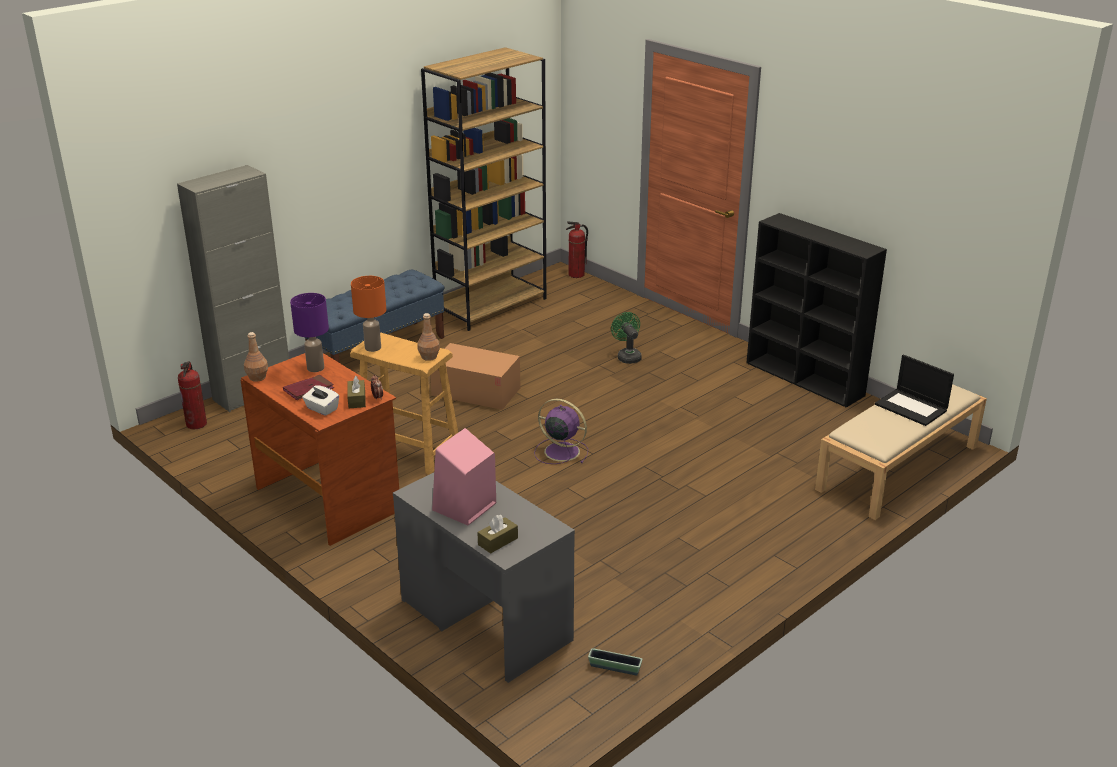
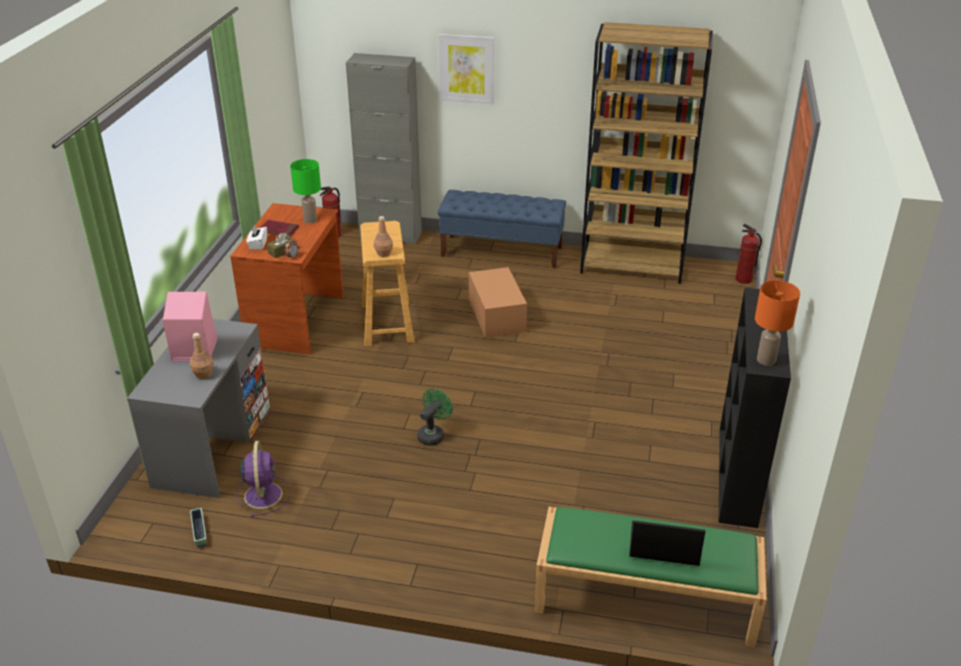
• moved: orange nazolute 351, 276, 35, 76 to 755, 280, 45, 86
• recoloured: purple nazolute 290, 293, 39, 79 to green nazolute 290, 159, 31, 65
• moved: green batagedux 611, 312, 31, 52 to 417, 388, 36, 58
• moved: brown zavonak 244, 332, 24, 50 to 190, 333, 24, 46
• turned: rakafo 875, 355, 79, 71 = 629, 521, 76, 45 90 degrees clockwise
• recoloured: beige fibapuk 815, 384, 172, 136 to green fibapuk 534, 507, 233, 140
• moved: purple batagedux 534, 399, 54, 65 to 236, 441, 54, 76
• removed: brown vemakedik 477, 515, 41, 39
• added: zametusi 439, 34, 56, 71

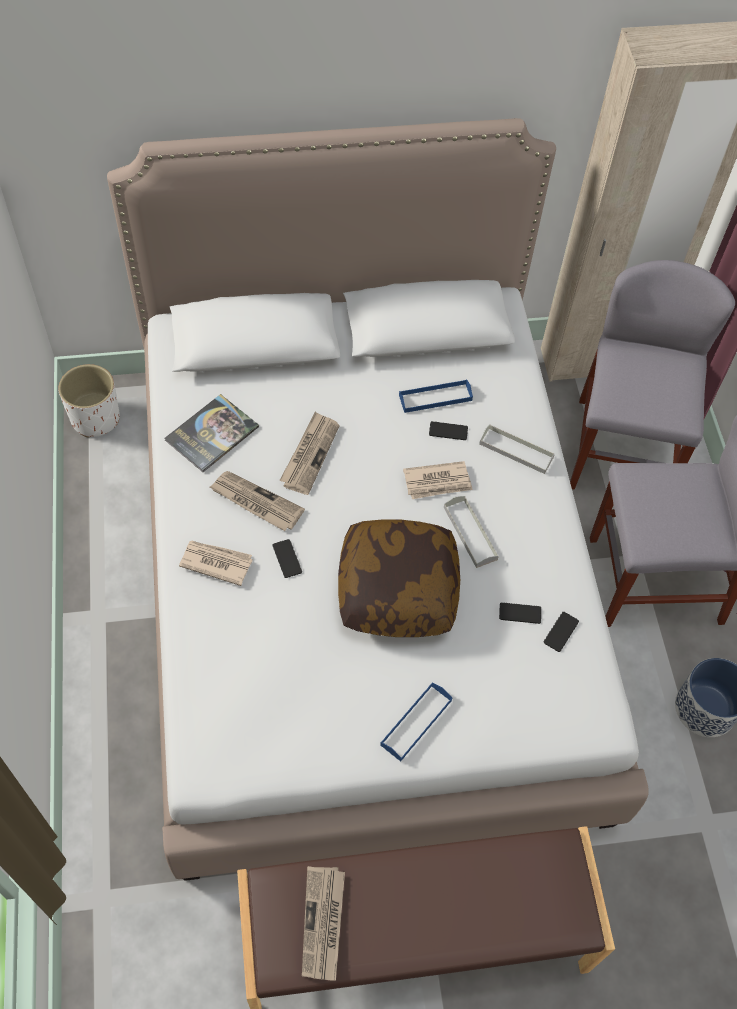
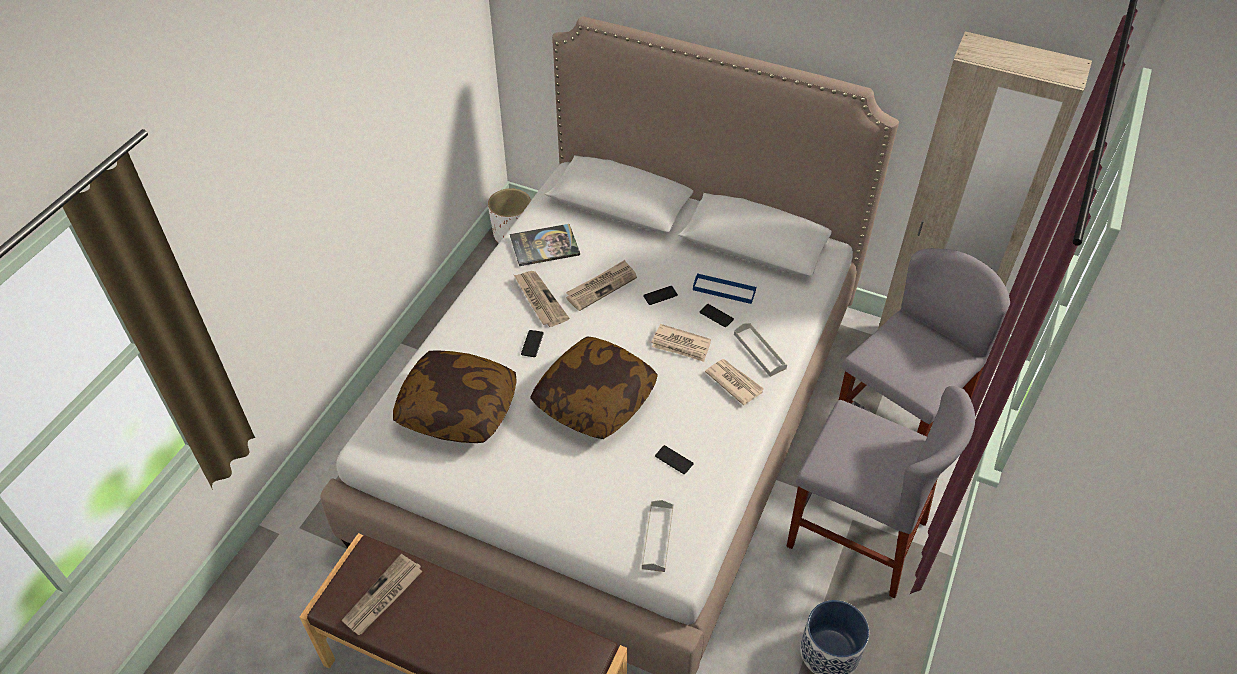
• moved: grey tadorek 444, 496, 55, 72 to 642, 500, 32, 72
• moved: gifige 179, 540, 74, 46 to 705, 359, 59, 46
• moved: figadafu 543, 612, 36, 40 to 643, 286, 35, 19
• removed: blue tadorek 380, 682, 72, 79
• added: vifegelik 393, 350, 124, 93

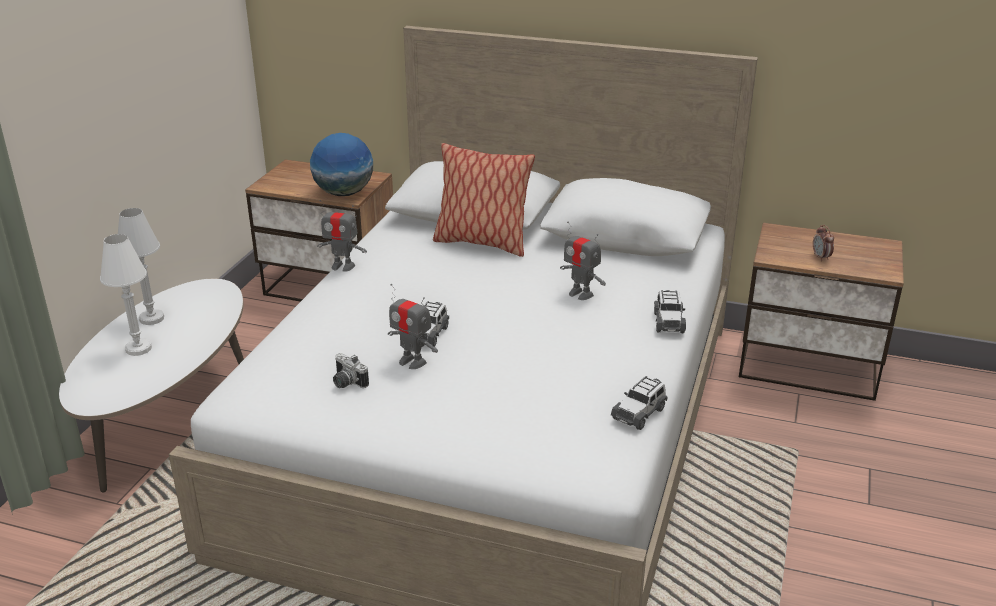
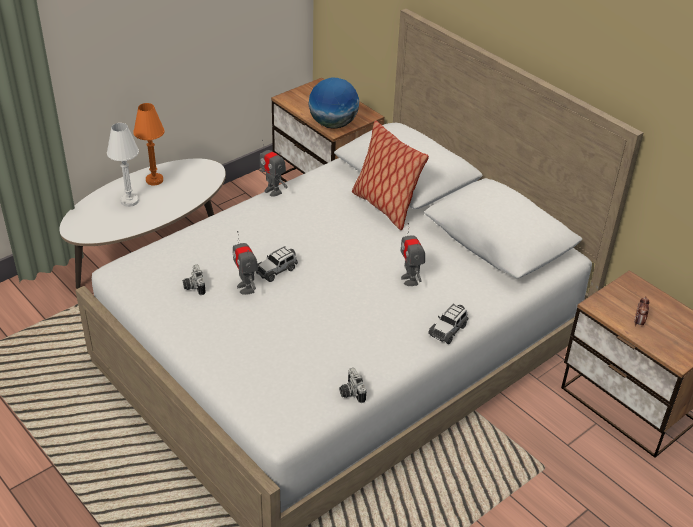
• recoloured: white nazolute 118, 208, 46, 117 to orange nazolute 133, 103, 32, 83
• replaced: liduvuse 611, 376, 57, 54 to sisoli 339, 368, 27, 35

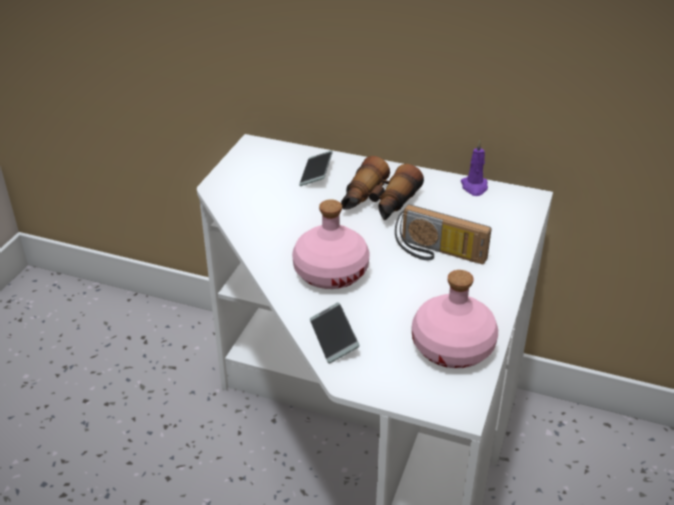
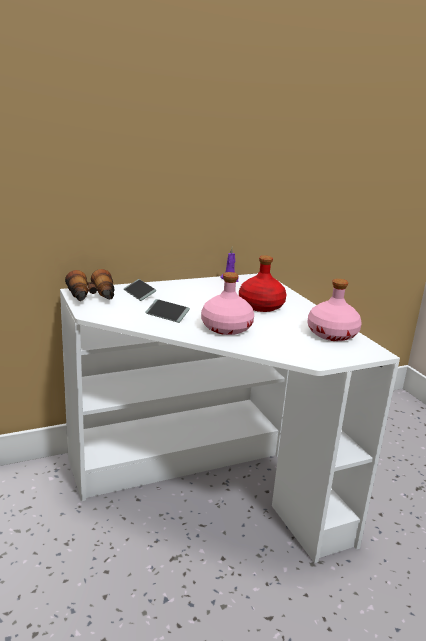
• moved: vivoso 341, 156, 83, 64 to 65, 269, 49, 32
• replaced: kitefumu 395, 204, 96, 60 to red zavonak 239, 255, 48, 57
• moved: figadafu 310, 302, 49, 62 to 145, 299, 45, 24

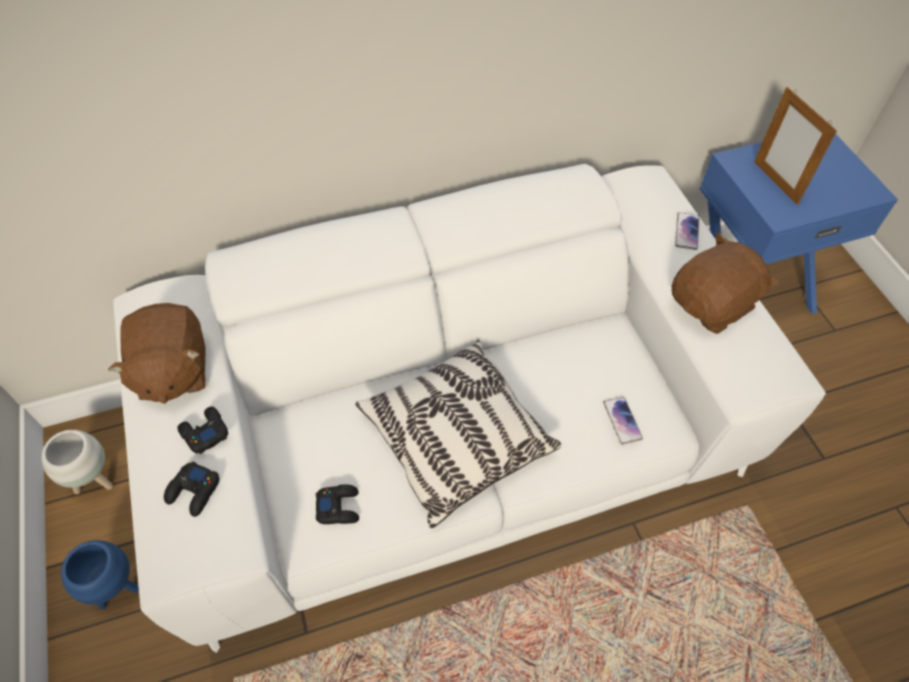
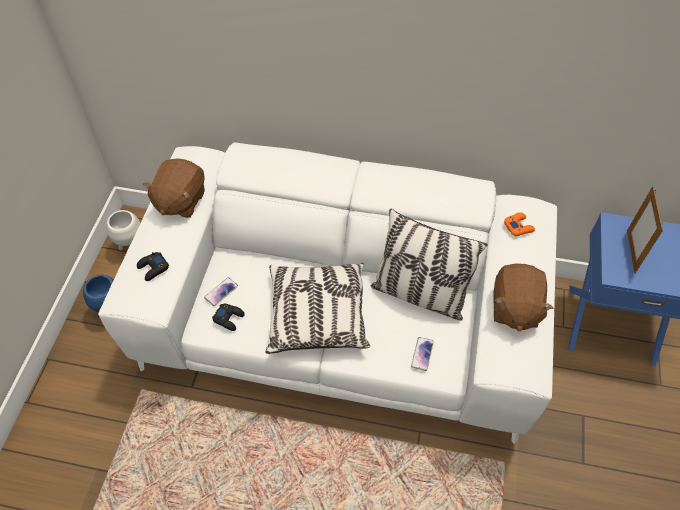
• moved: figadafu 675, 212, 25, 38 to 204, 277, 34, 29
• turned: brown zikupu 672, 232, 106, 102 = 493, 263, 61, 68 105 degrees clockwise
• removed: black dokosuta 177, 407, 51, 47
• added: vifegelik 370, 208, 118, 113
• added: orange dokosuta 504, 212, 31, 24

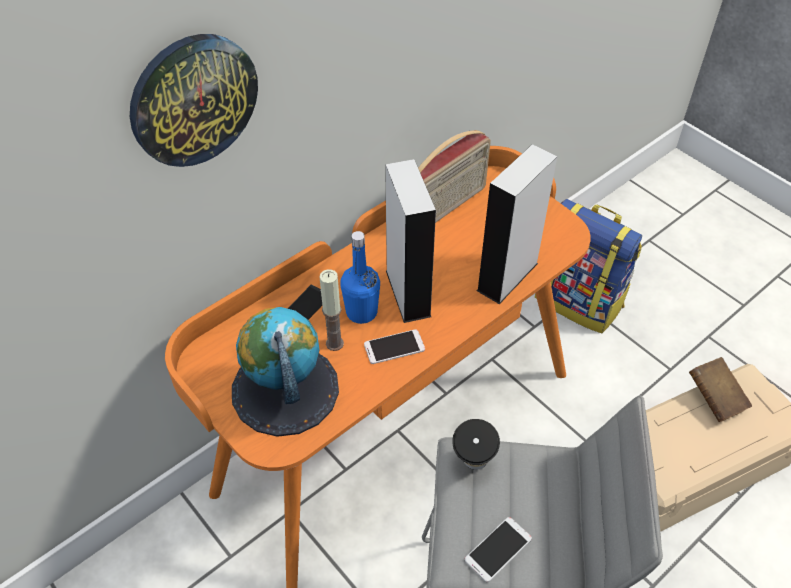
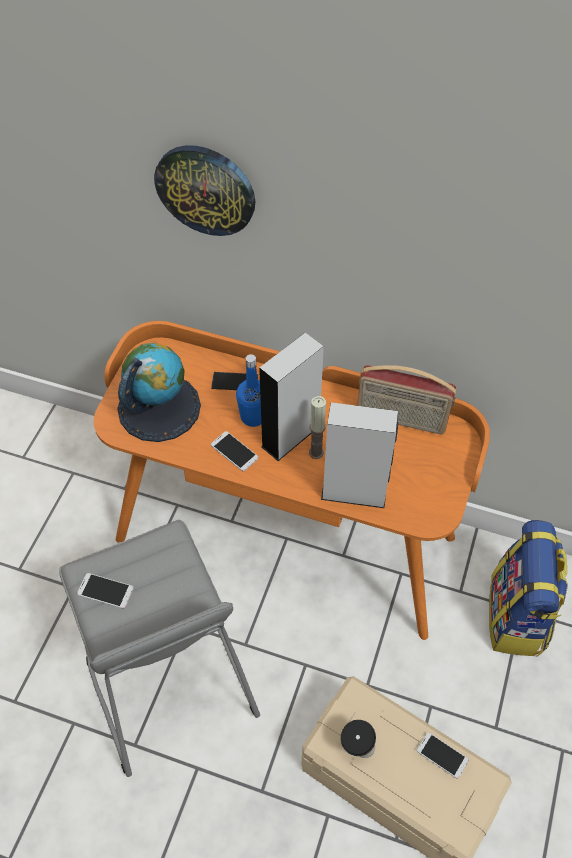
• moved: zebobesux 319, 269, 25, 82 to 309, 396, 17, 63
• replaced: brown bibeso 689, 357, 63, 65 to figadafu 417, 732, 52, 47
• moved: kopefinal 452, 419, 48, 51 to 341, 720, 35, 38

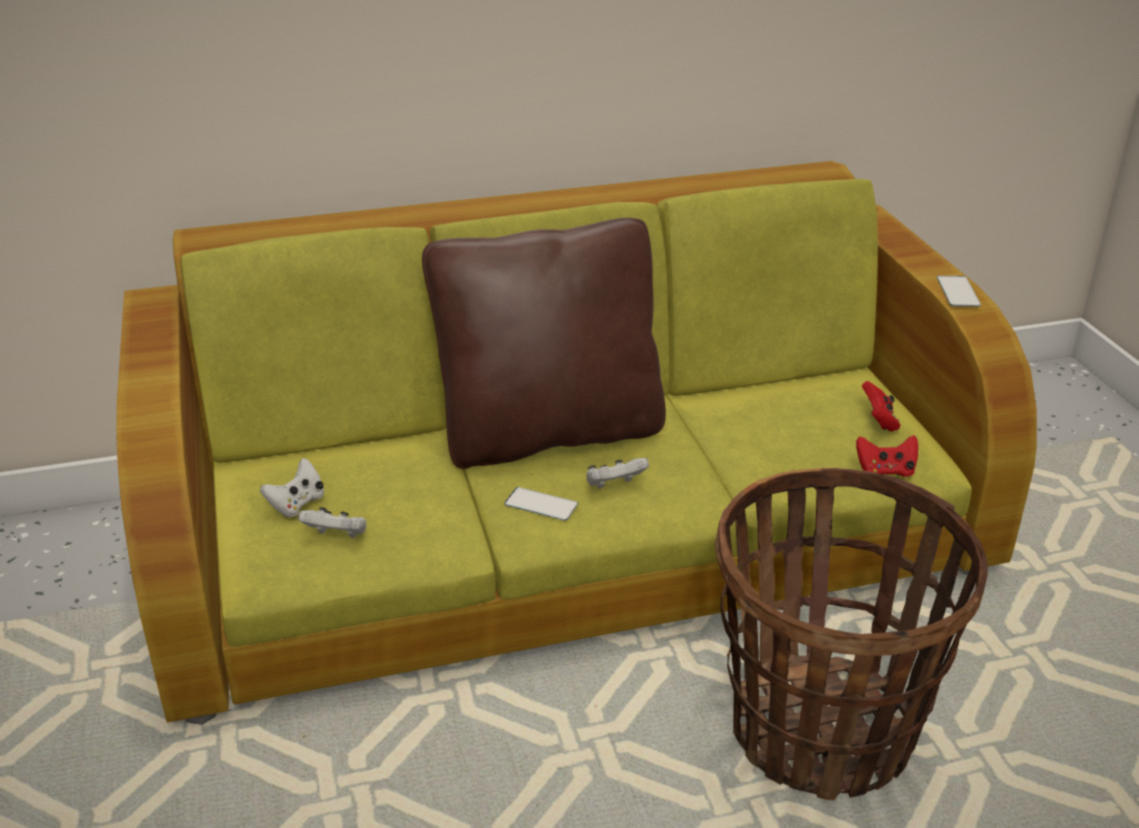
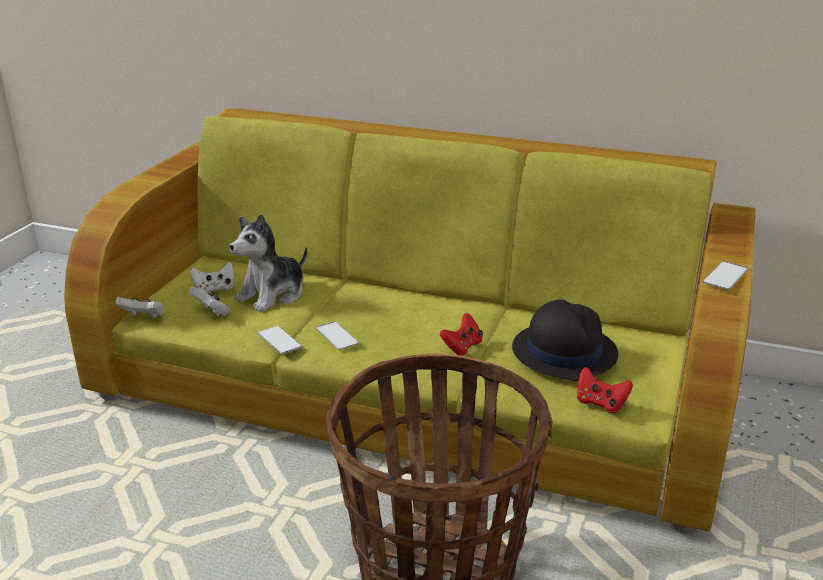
• removed: brown vifegelik 422, 218, 244, 251
• moved: red dokosuta 862, 381, 38, 51 to 440, 313, 43, 43
• moved: white dokosuta 586, 458, 63, 31 to 115, 297, 49, 21
• added: zikupu 229, 214, 78, 98
• added: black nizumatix 512, 299, 106, 82
• added: figadafu 258, 326, 44, 28

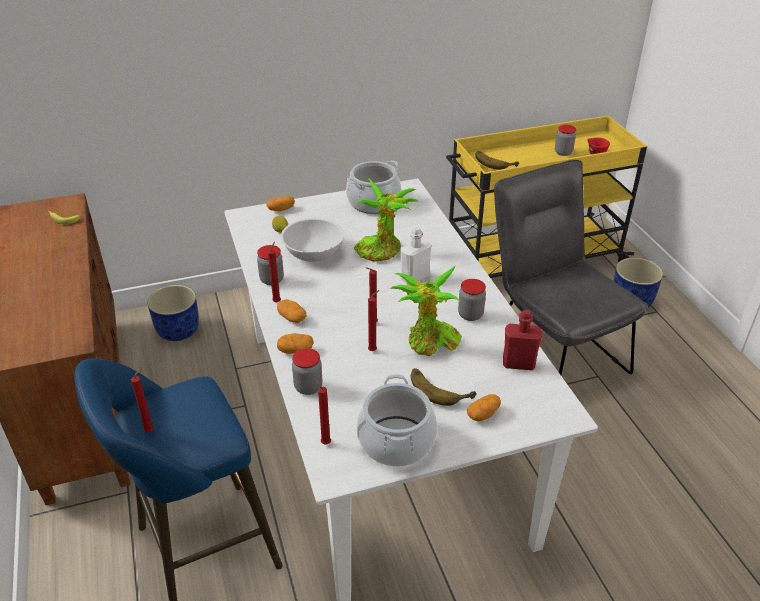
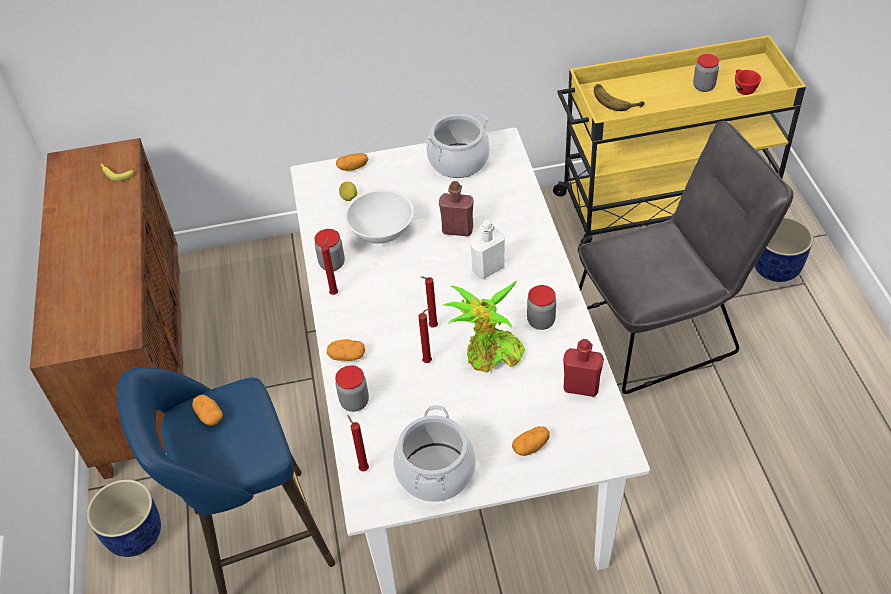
• turned: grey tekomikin 494, 160, 154, 215 = 578, 121, 216, 273 90 degrees clockwise
• replaced: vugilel 354, 179, 64, 82 to red zavonak 439, 181, 35, 55
• moved: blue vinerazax 147, 285, 52, 56 to 87, 479, 74, 78
• moved: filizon 277, 299, 30, 24 to 192, 395, 31, 31
• removed: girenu 411, 368, 66, 38
• removed: red zebobesux 131, 369, 23, 63

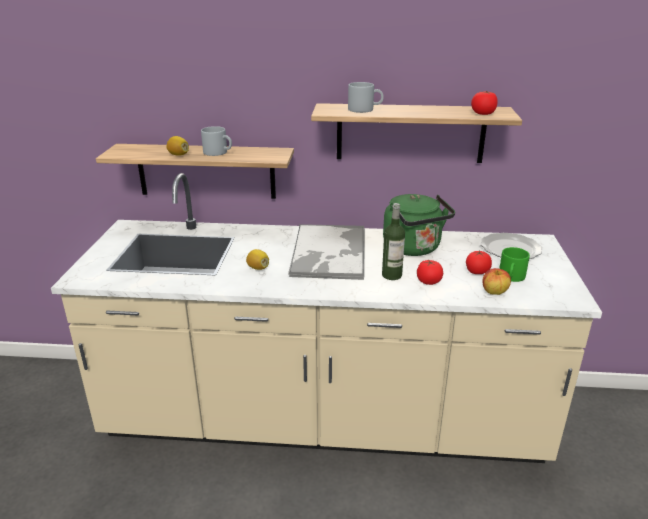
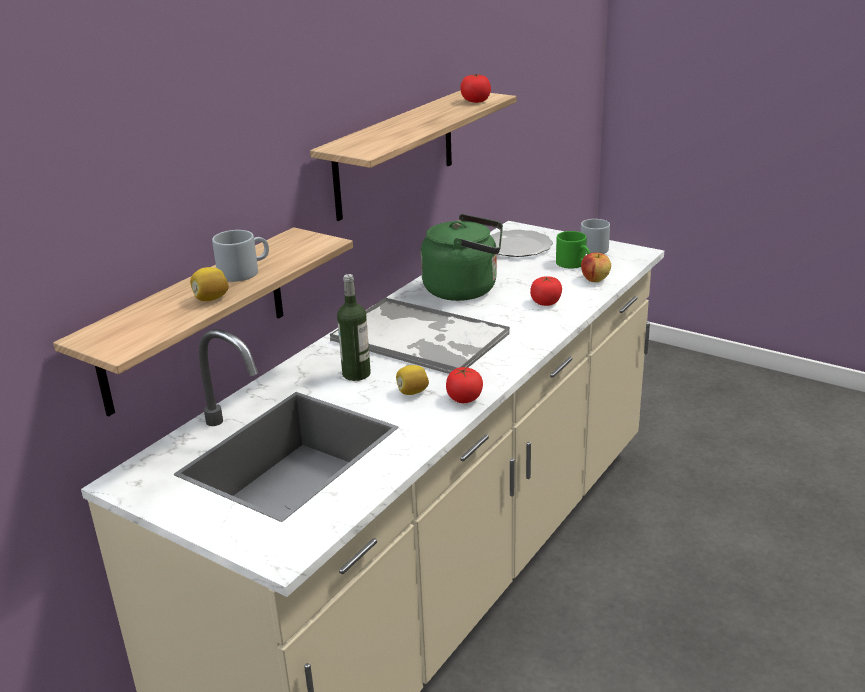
• moved: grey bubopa 348, 82, 36, 31 to 581, 219, 29, 35
• moved: zavonak 382, 203, 23, 77 to 337, 274, 34, 107
• moved: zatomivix 466, 250, 26, 24 to 446, 367, 37, 36

